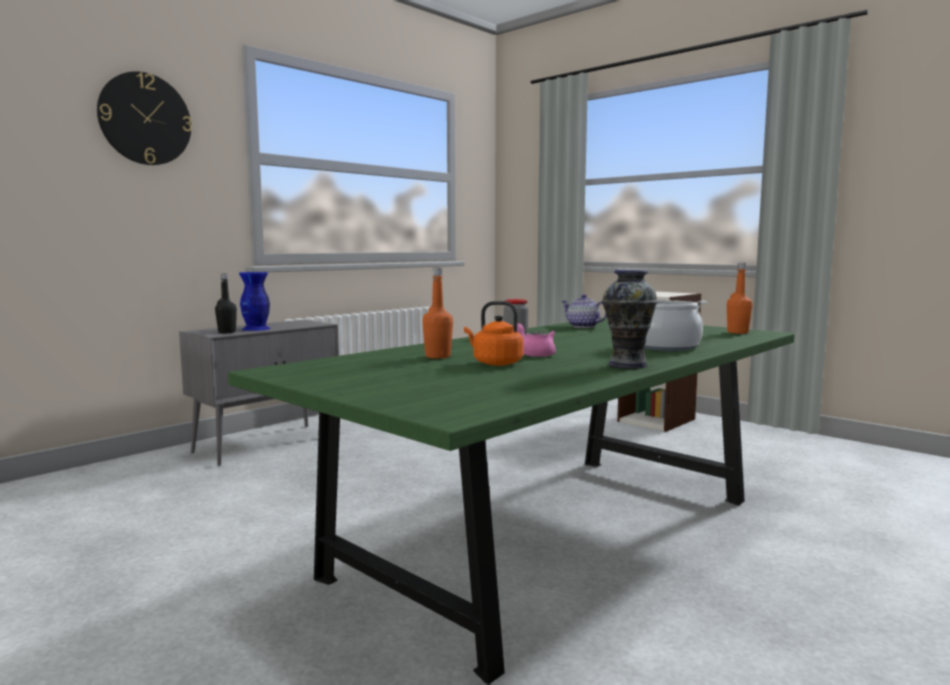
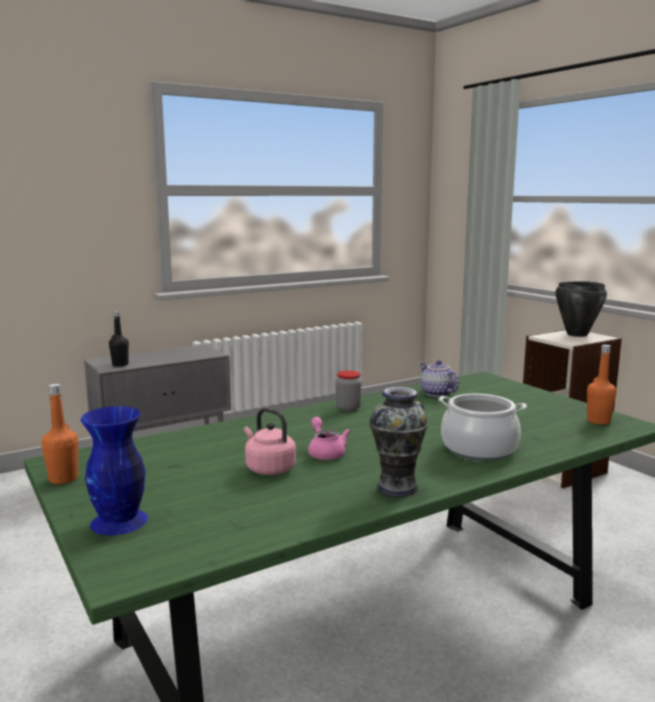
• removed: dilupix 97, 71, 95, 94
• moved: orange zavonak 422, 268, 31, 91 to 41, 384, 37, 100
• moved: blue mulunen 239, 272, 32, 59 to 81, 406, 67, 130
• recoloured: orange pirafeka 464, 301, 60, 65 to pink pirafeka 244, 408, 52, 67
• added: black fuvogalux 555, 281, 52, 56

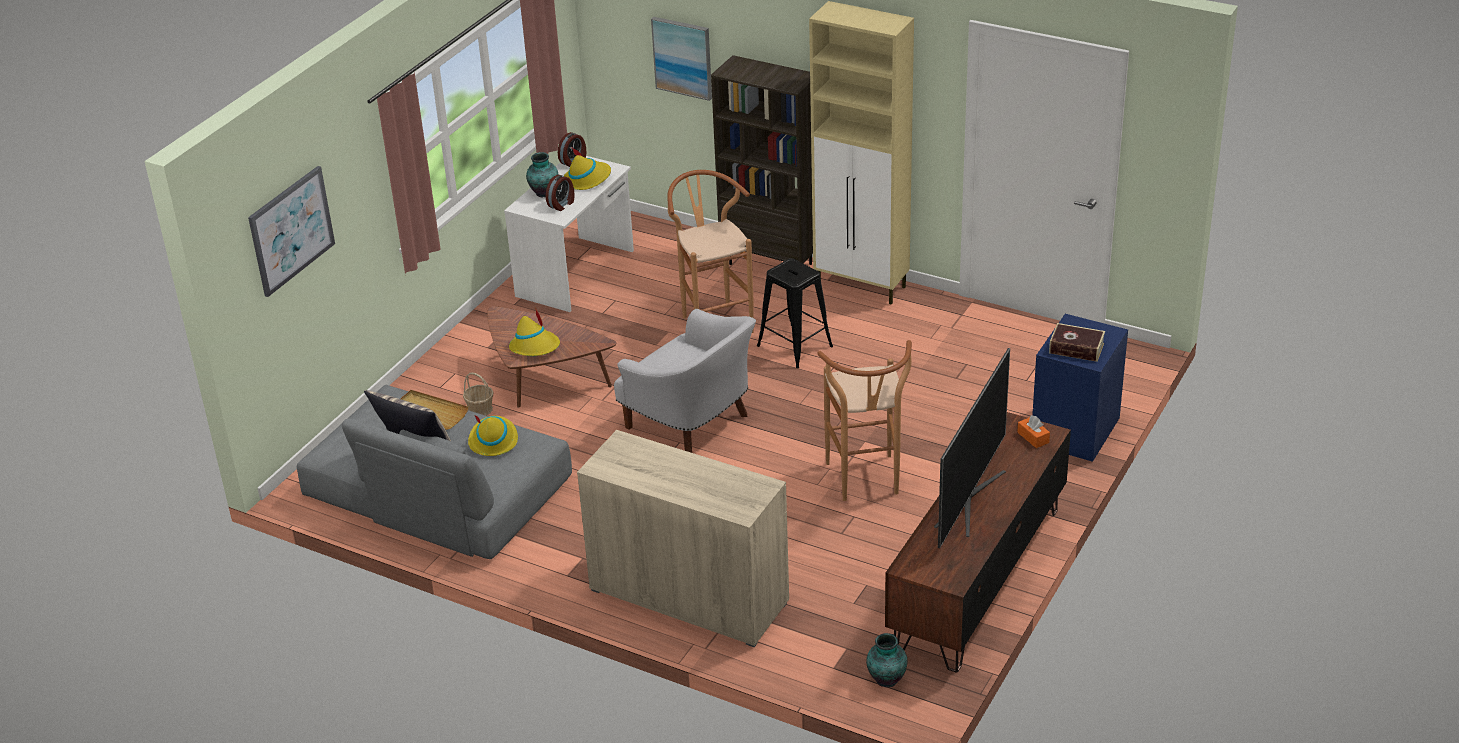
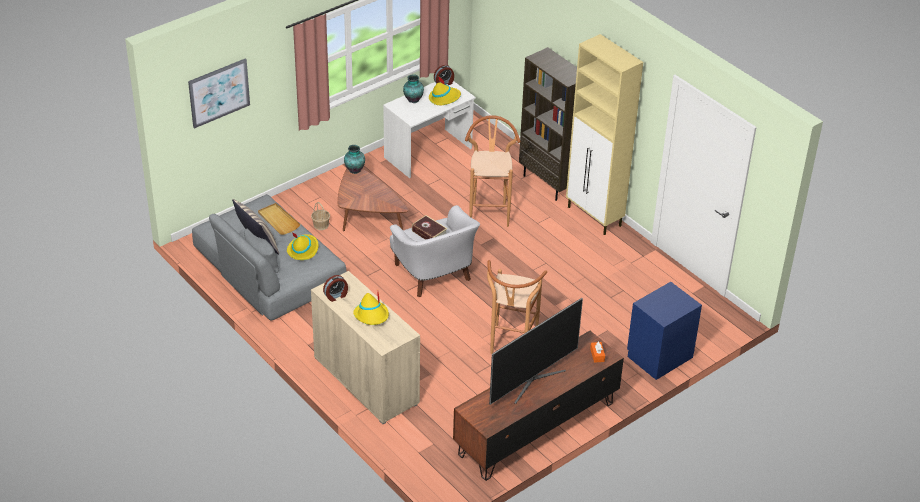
• removed: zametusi 651, 17, 61, 84
• moved: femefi 546, 175, 29, 36 to 323, 275, 25, 27
• removed: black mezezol 757, 258, 76, 110
• moved: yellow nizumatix 509, 307, 51, 49 to 353, 292, 36, 33
• moved: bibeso 1049, 323, 56, 39 to 412, 215, 35, 25
• moved: mulunen 866, 633, 42, 54 to 344, 145, 21, 29

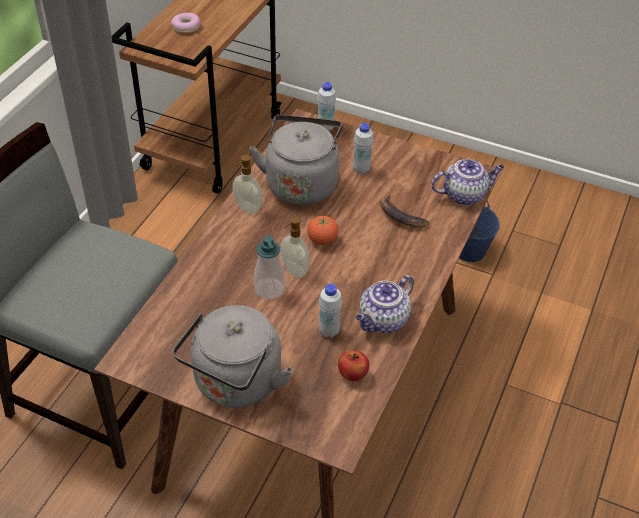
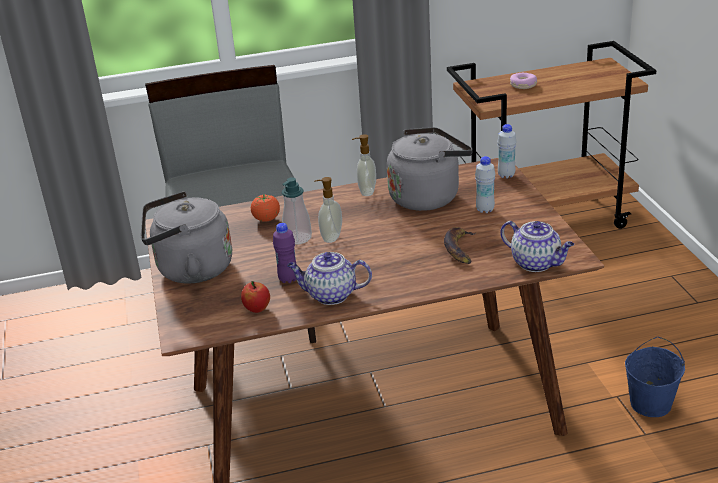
• moved: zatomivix 307, 216, 31, 29 to 251, 194, 29, 28
• recoloured: white zavonak 319, 284, 23, 54 to purple zavonak 273, 223, 23, 60

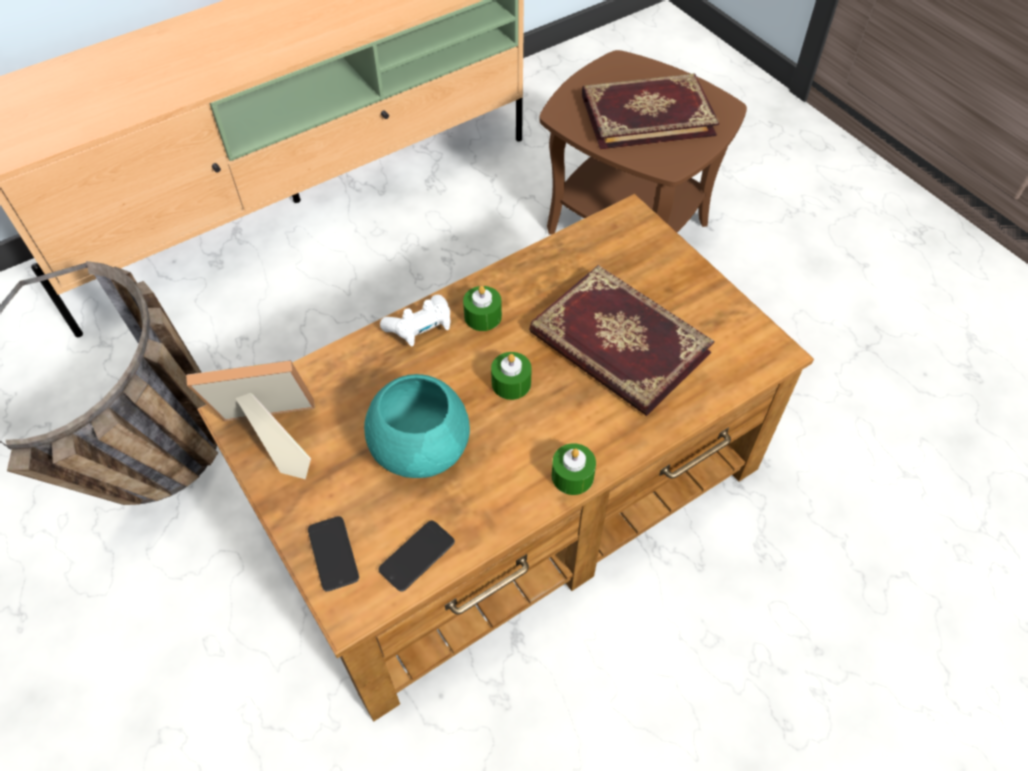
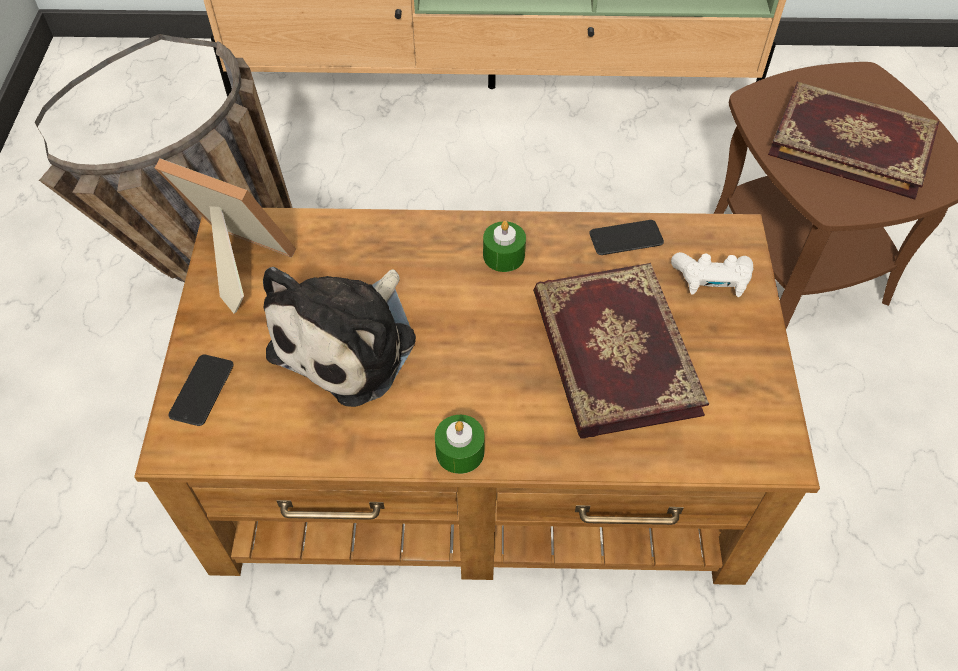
• moved: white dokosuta 380, 295, 71, 51 to 671, 252, 82, 45
• removed: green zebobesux 491, 352, 41, 48
• replaced: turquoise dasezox 364, 374, 106, 104 to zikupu 263, 267, 153, 140
• moved: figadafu 378, 520, 77, 72 to 589, 220, 75, 35

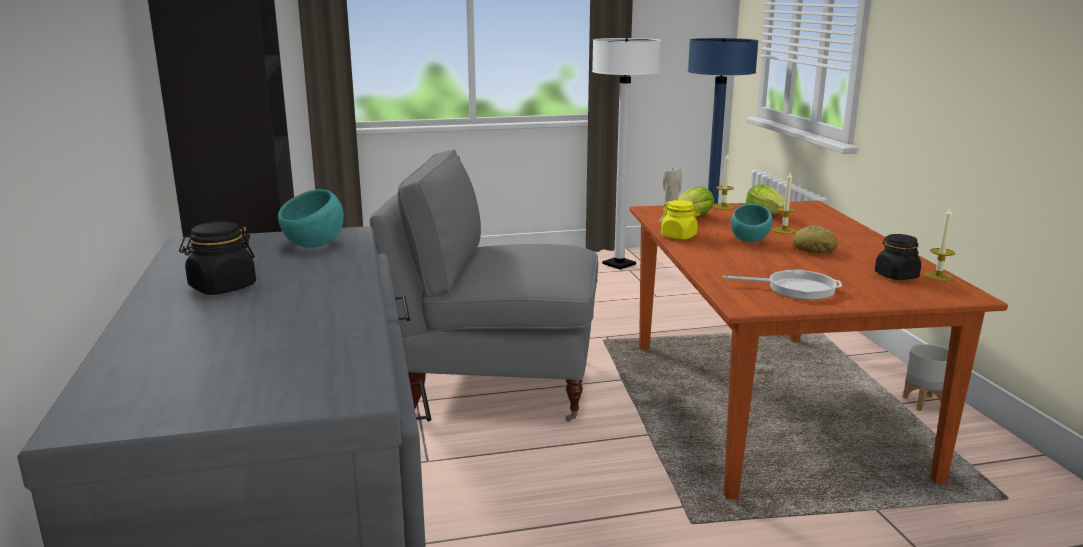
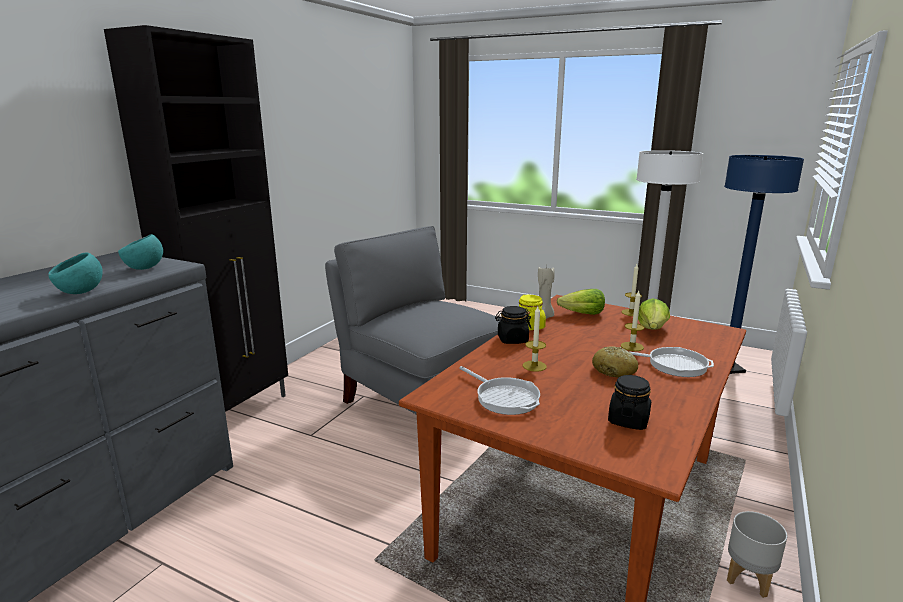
• moved: turquoise dasezox 731, 204, 42, 38 to 48, 252, 55, 42
• moved: zebobesux 924, 208, 31, 73 to 523, 306, 24, 66
• moved: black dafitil 179, 221, 77, 74 to 495, 306, 36, 38
• added: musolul 629, 347, 85, 30

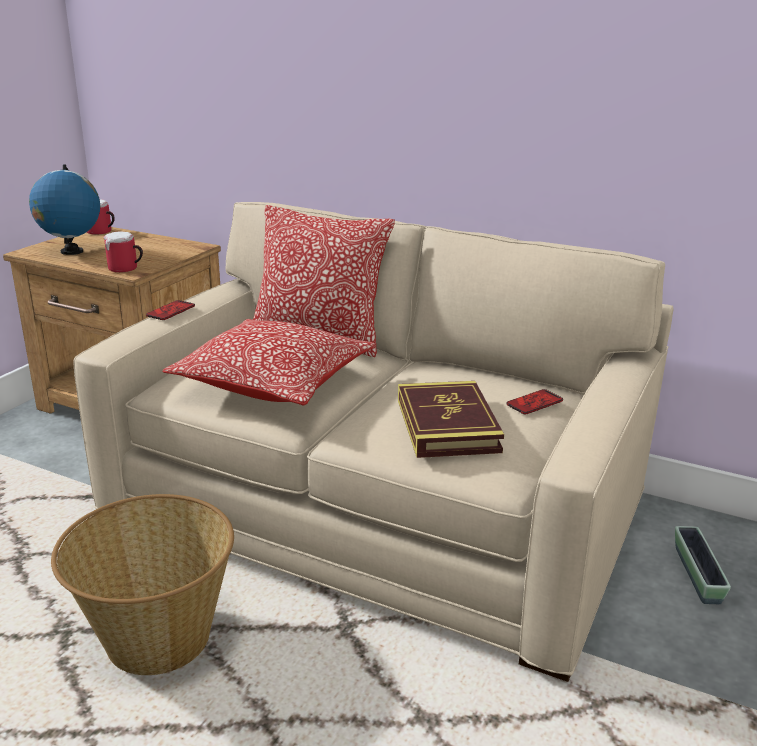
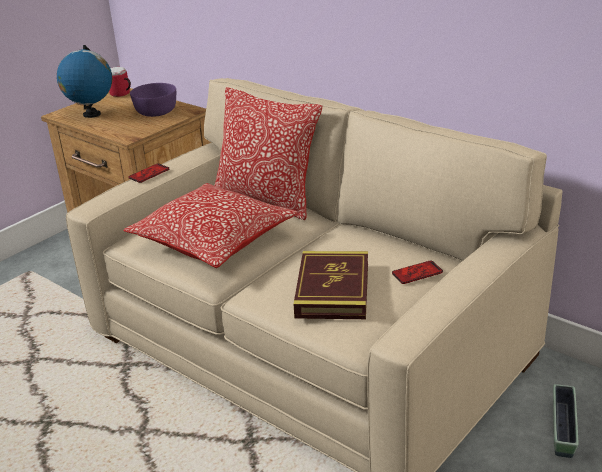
• removed: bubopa 103, 232, 40, 40
• removed: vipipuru 51, 494, 183, 181
• added: purple dasezox 130, 83, 46, 34

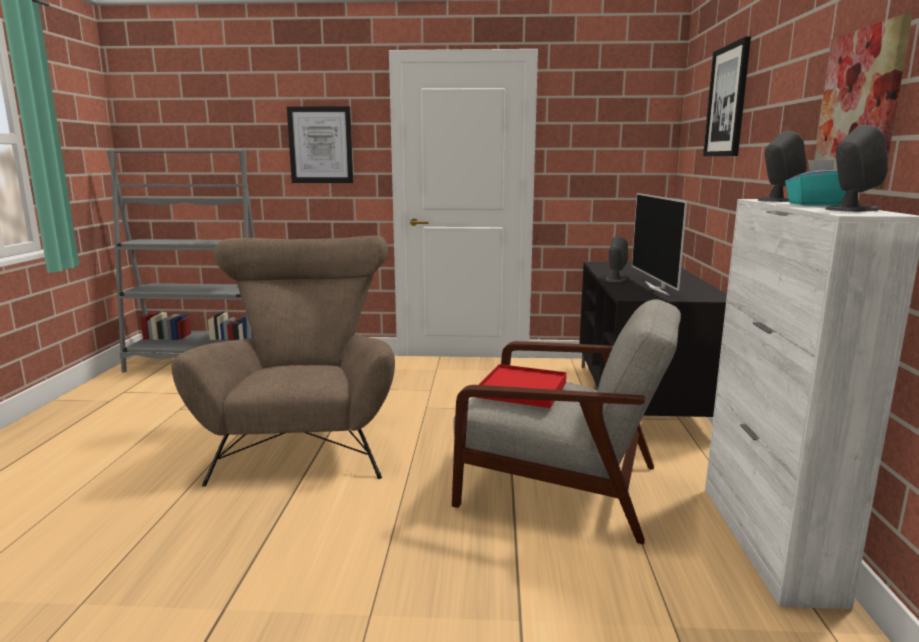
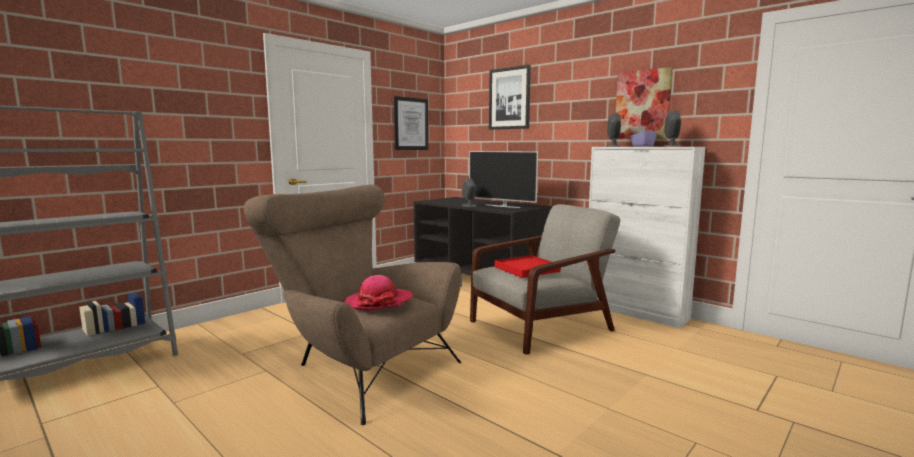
• moved: zametusi 287, 106, 66, 77 to 394, 96, 34, 54
• recoloured: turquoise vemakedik 785, 159, 62, 47 to purple vemakedik 630, 126, 26, 20
• added: nizumatix 344, 275, 69, 36

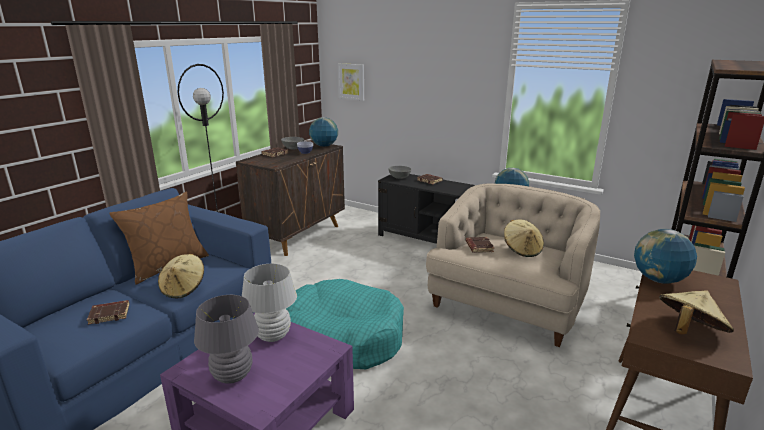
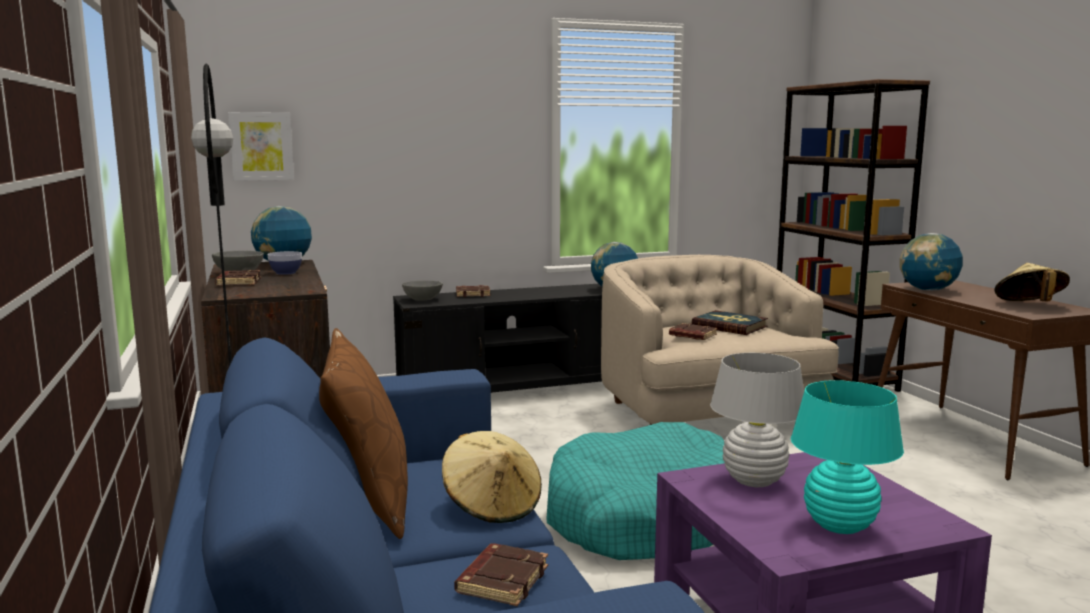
• replaced: beige nizumatix 504, 220, 40, 37 to bibeso 692, 310, 76, 25
• recoloured: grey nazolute 194, 295, 65, 89 to turquoise nazolute 791, 380, 113, 154

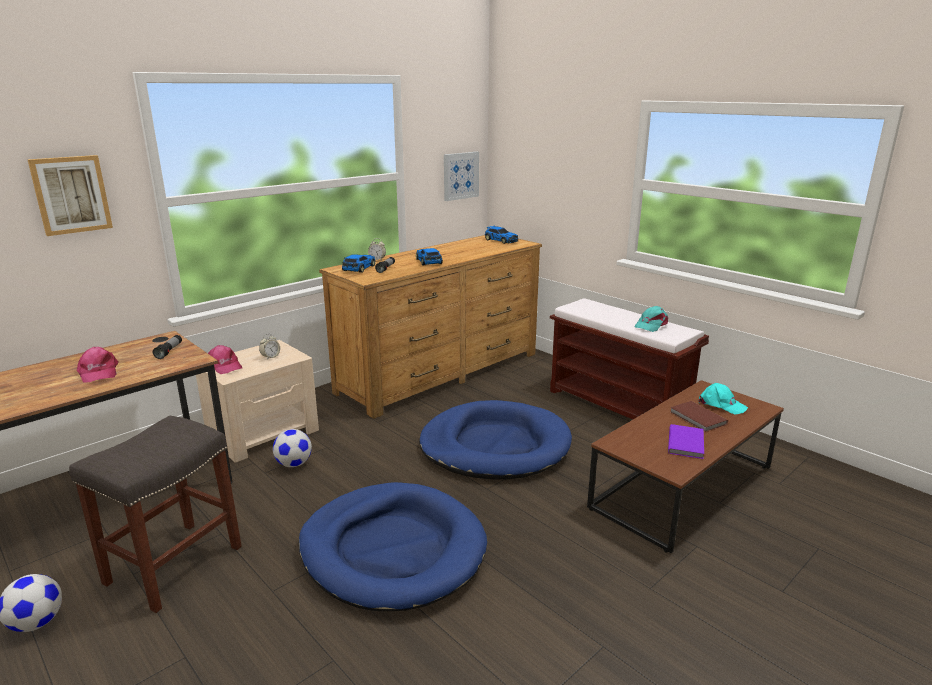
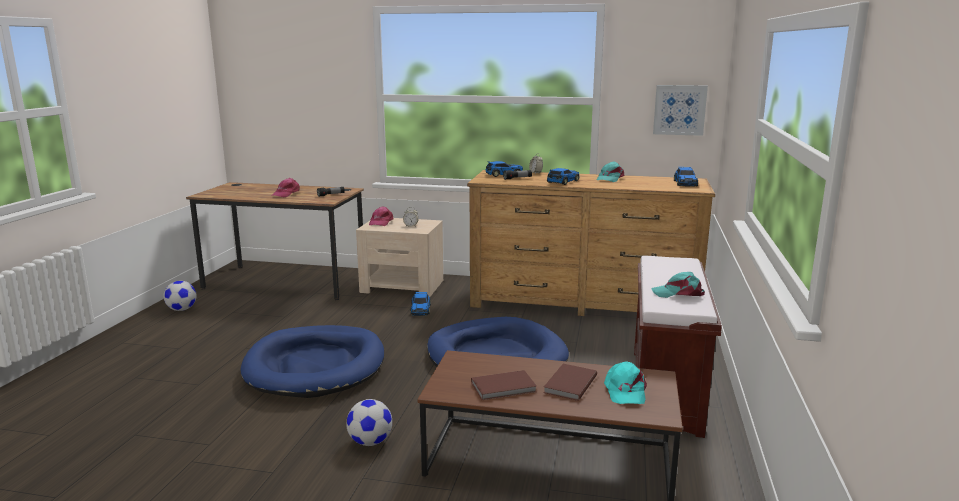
• removed: zametusi 27, 155, 86, 81
• removed: grey mezezol 69, 416, 173, 197
• recoloured: purple bibeso 668, 424, 36, 35 to brown bibeso 471, 370, 66, 30
• moved: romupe 273, 429, 39, 38 to 347, 399, 45, 47
• added: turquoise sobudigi 597, 161, 27, 21
• added: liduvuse 411, 292, 20, 24

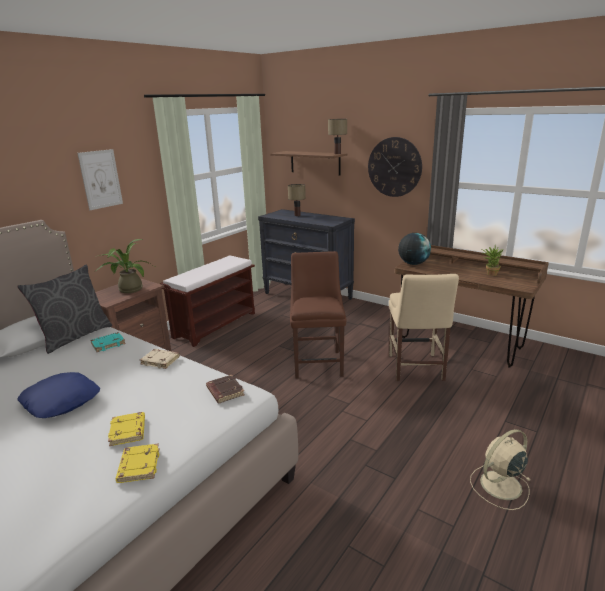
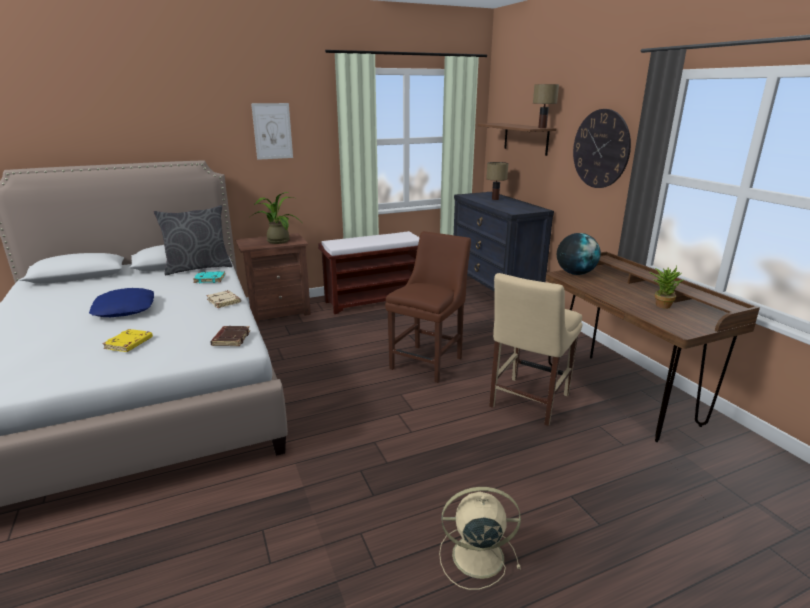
• removed: yellow bibeso 116, 443, 44, 40

